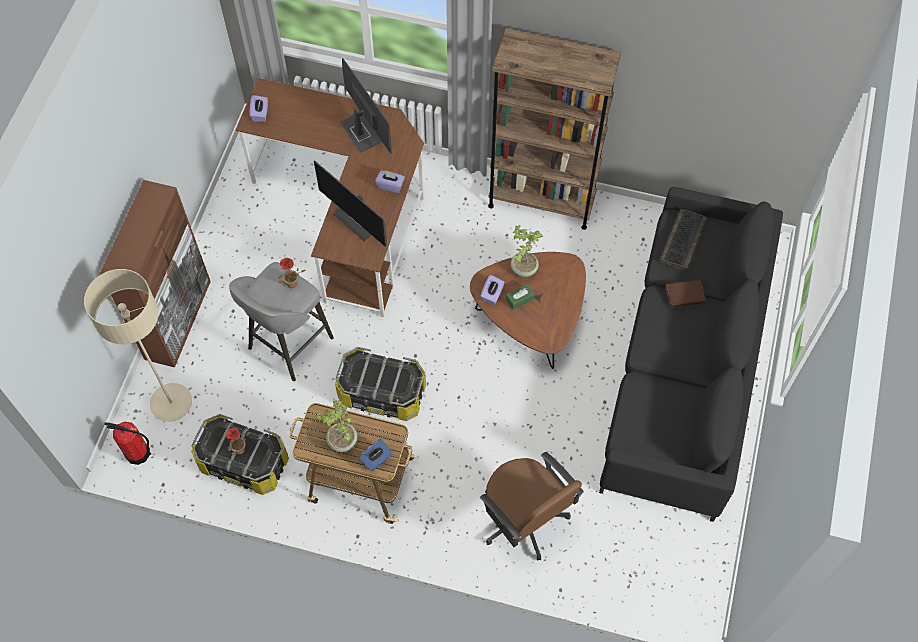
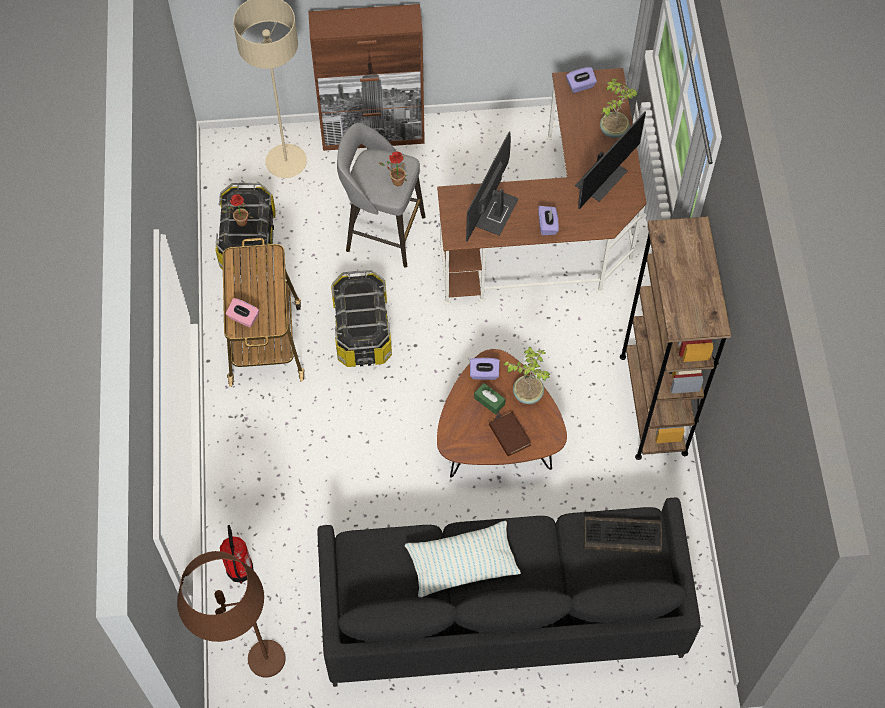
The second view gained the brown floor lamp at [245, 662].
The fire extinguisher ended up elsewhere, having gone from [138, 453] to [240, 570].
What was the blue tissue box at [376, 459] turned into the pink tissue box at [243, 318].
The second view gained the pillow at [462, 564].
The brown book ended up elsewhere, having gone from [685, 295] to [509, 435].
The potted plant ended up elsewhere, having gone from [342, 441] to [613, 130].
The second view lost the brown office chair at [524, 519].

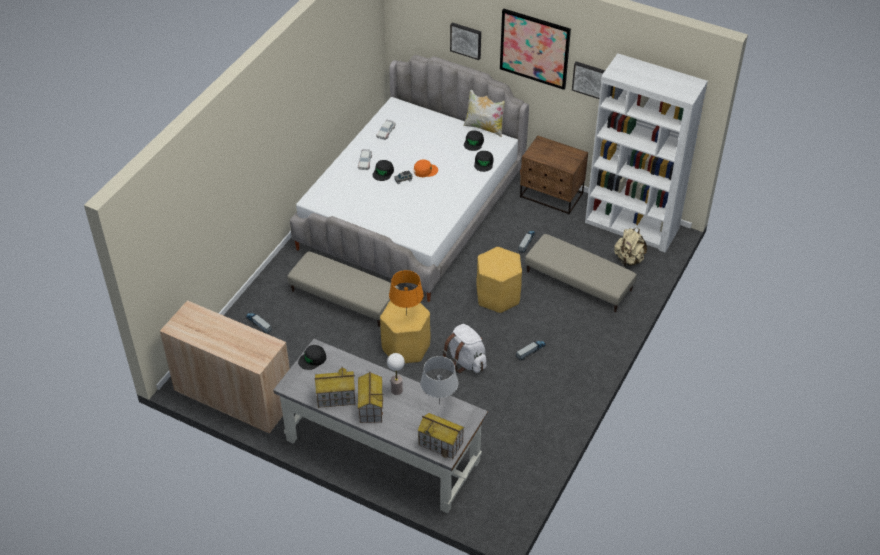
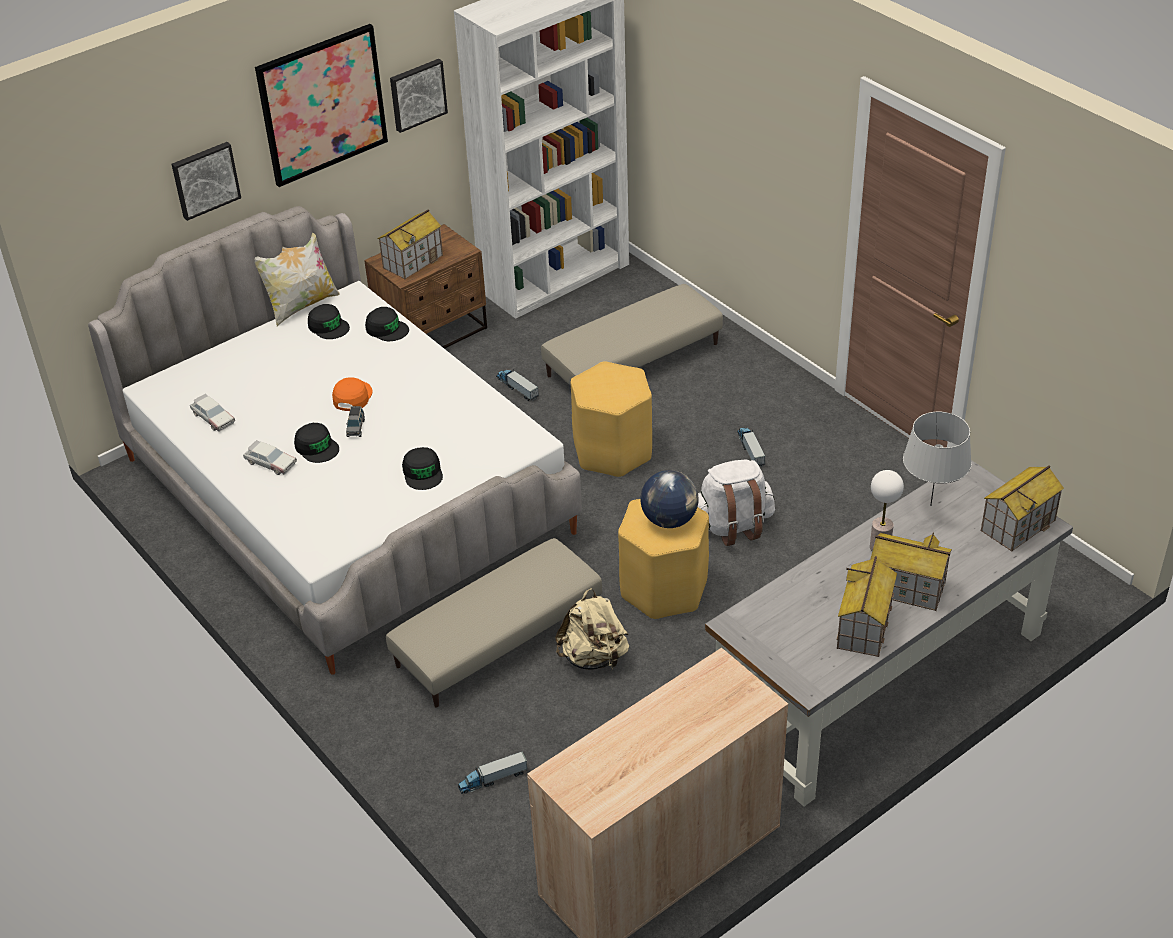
The second view gained the toy house at [413, 261].
The black cap ended up elsewhere, having gone from [312, 359] to [423, 473].
The beige backpack ended up elsewhere, having gone from [628, 260] to [594, 657].
Where the orange table lamp stood at [407, 315], the globe came to stand at [669, 520].

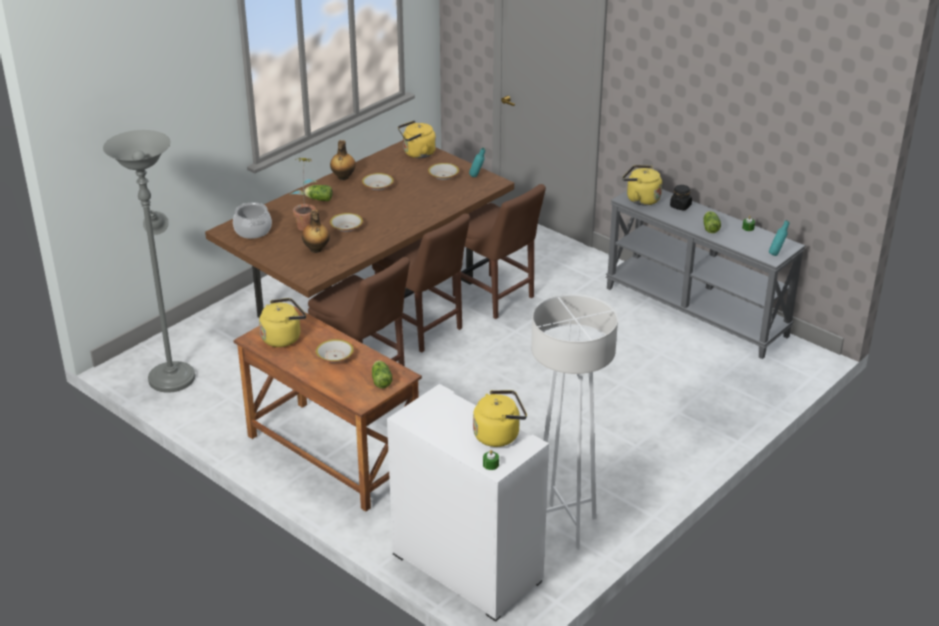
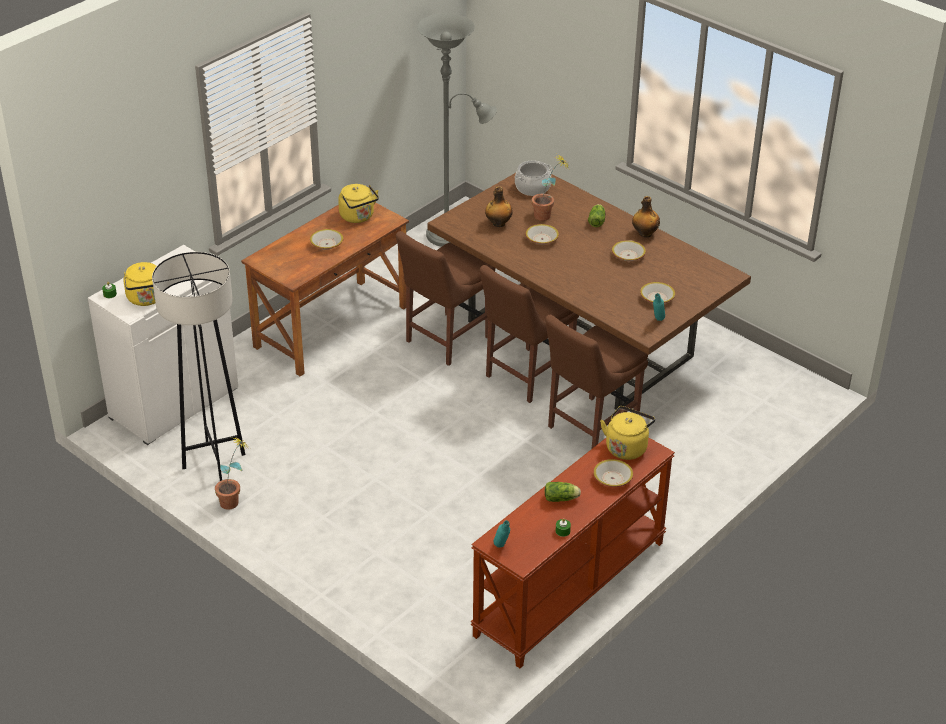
What was the white floor lamp at [564, 526] turned into the black floor lamp at [214, 461].
The second view gained the potted plant at [234, 501].
What was the grey console table at [696, 311] turned into the brown console table at [571, 589].
Where the black jar stood at [680, 206], the bowl came to stand at [612, 478].
The second view lost the lettuce at [381, 380].
The second view lost the yellow kettle at [417, 153].

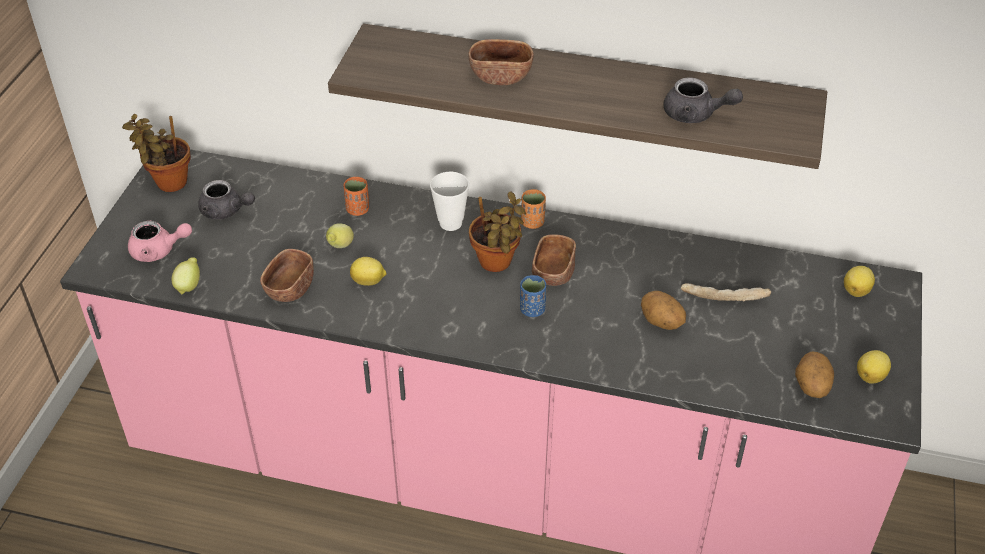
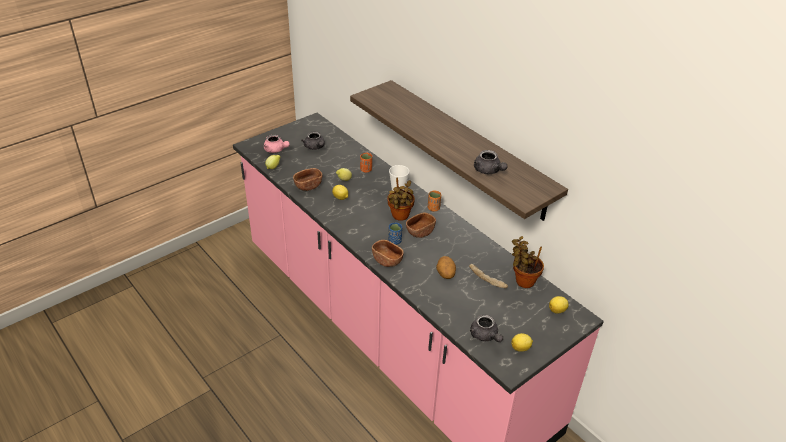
The brown bowl ended up elsewhere, having gone from [500, 76] to [387, 260].
Where the potato stood at [811, 387], the grey teapot came to stand at [485, 336].
The potted plant ended up elsewhere, having gone from [168, 182] to [523, 280].

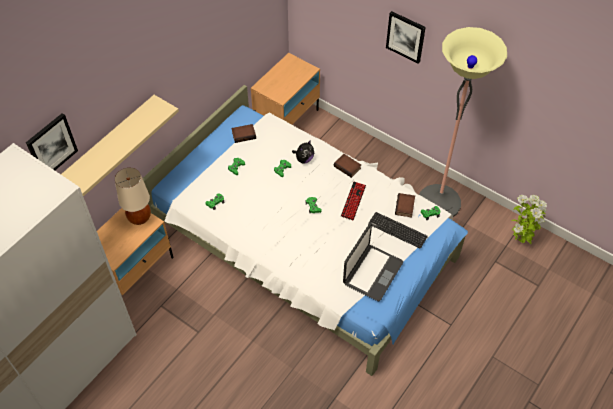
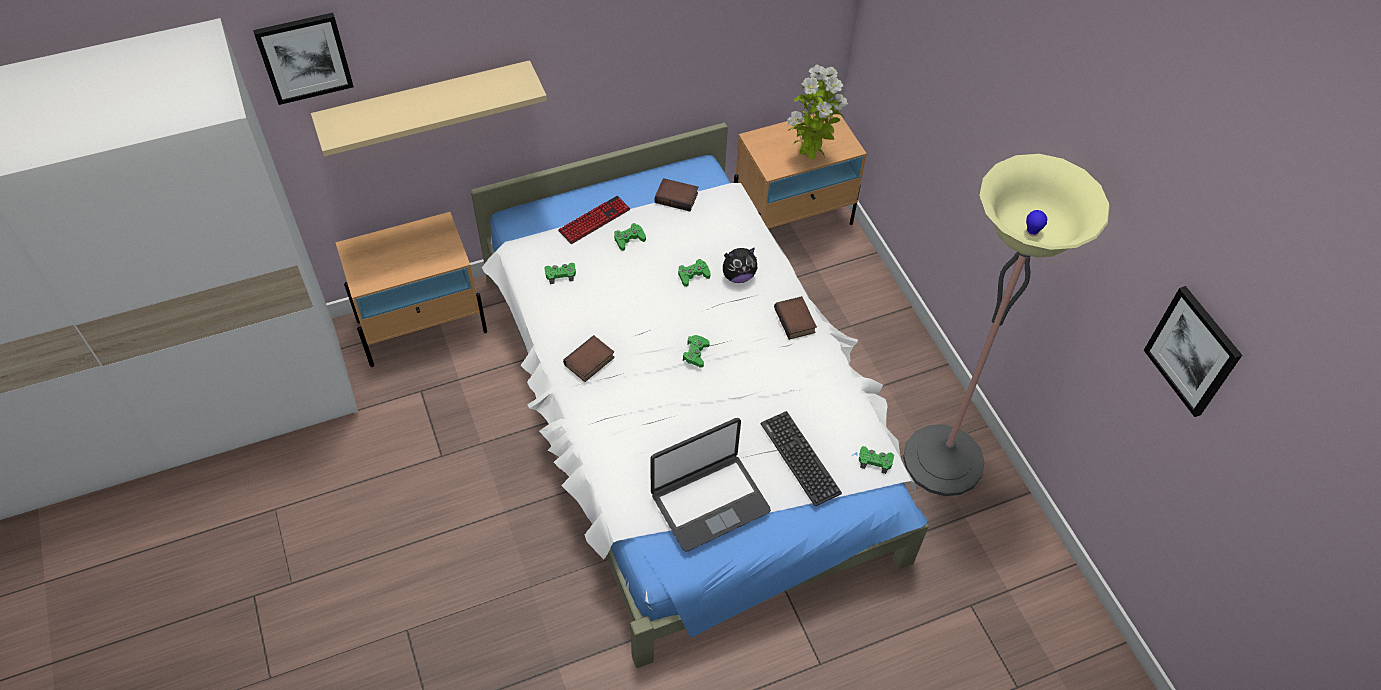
The keyboard ended up elsewhere, having gone from [353, 201] to [594, 221].
The book ended up elsewhere, having gone from [405, 207] to [589, 362].
The potted plant ended up elsewhere, having gone from [519, 240] to [809, 157].
The picture ended up elsewhere, having gone from [406, 36] to [1193, 351].
The second view lost the beige table lamp at [139, 218].

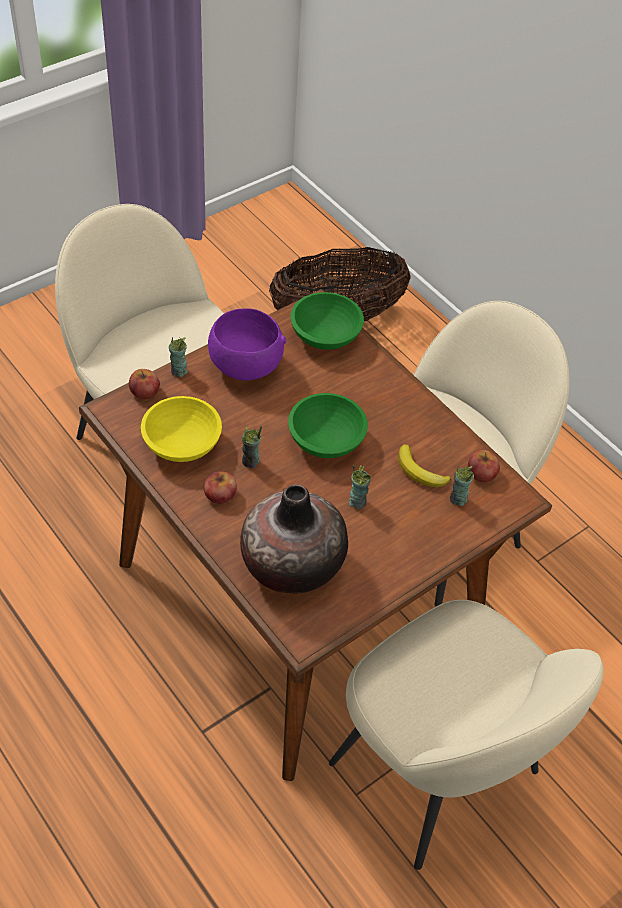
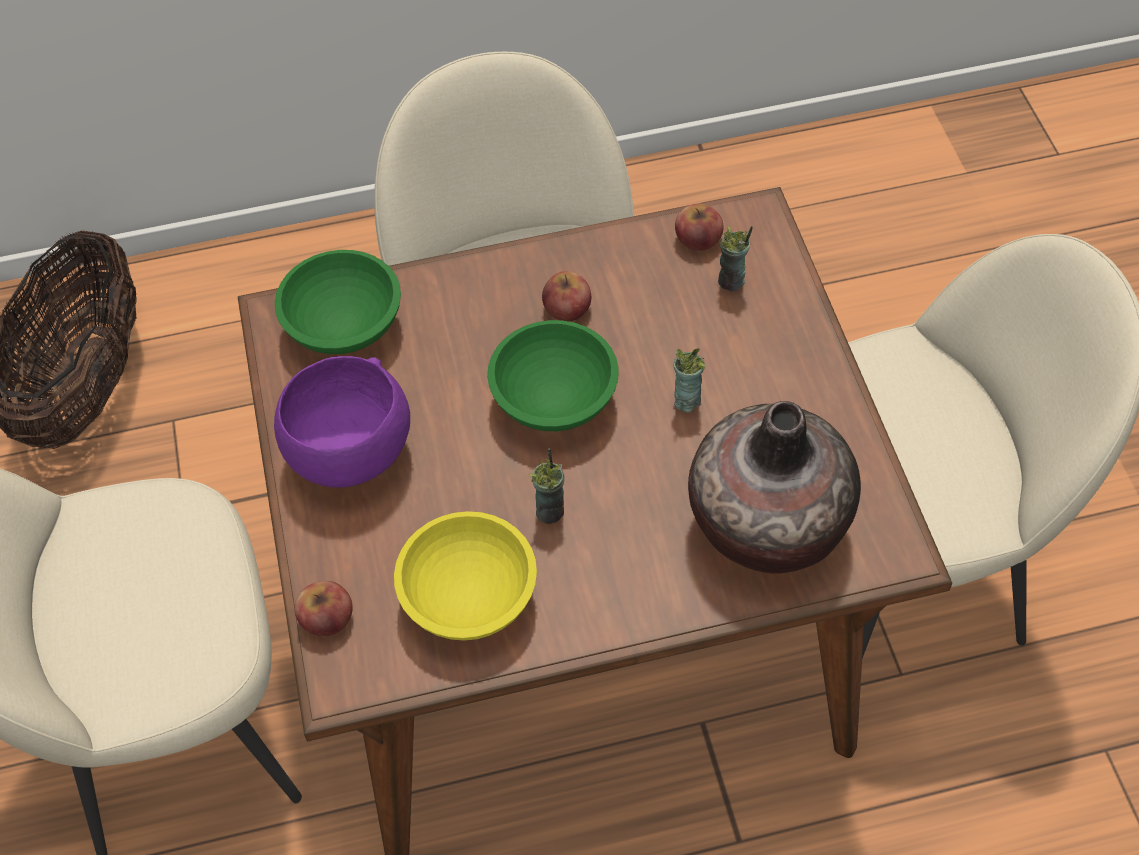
The apple ended up elsewhere, having gone from [220, 494] to [567, 307].
The second view lost the cup at [178, 371].
The second view lost the banana at [420, 471].

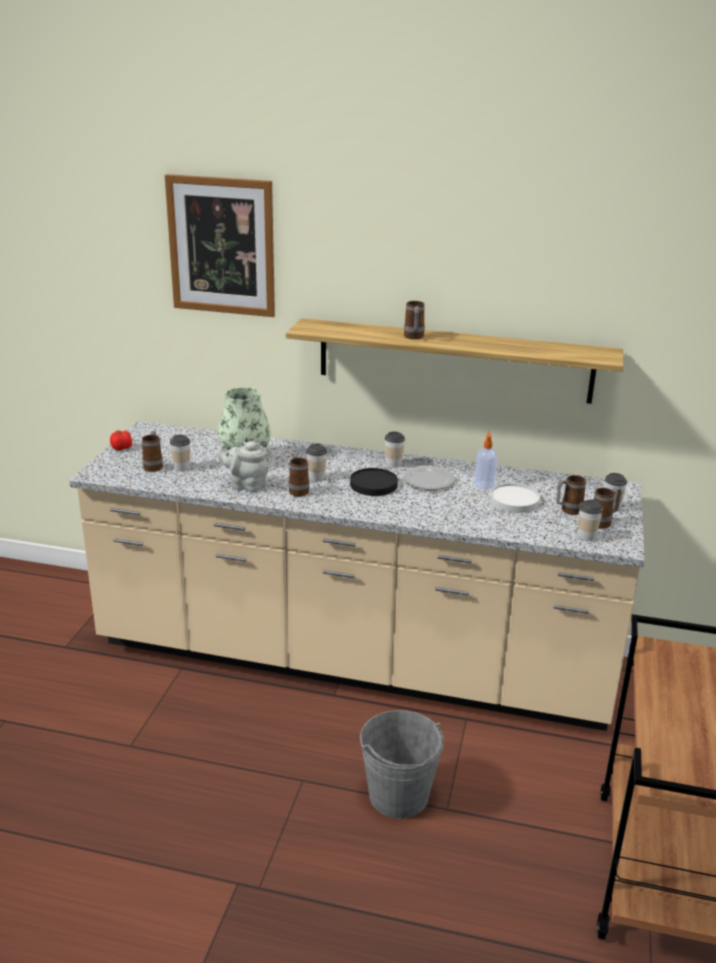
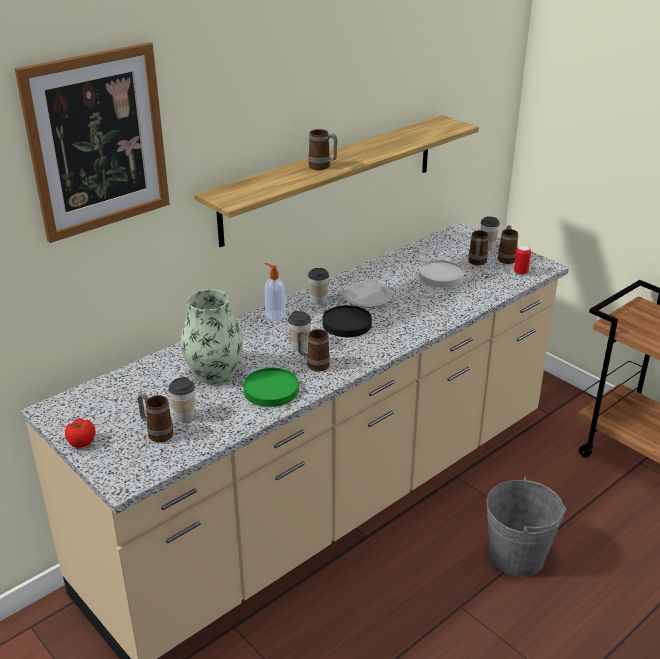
Where the grey teapot stood at [246, 485], the green plate came to stand at [271, 390].
The soap dispenser ended up elsewhere, having gone from [484, 485] to [275, 315].
Where the cup stood at [586, 536], the can came to stand at [520, 272].

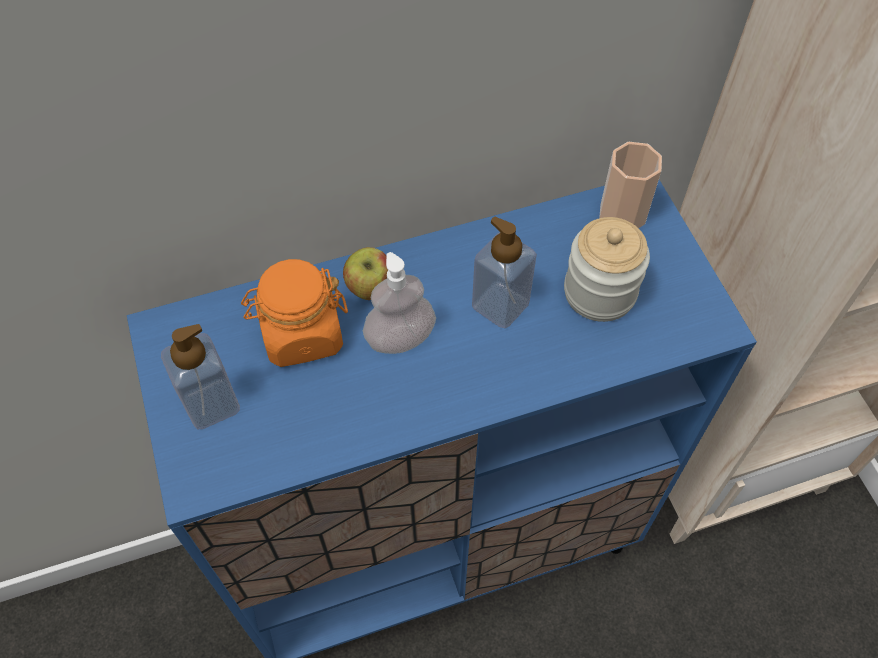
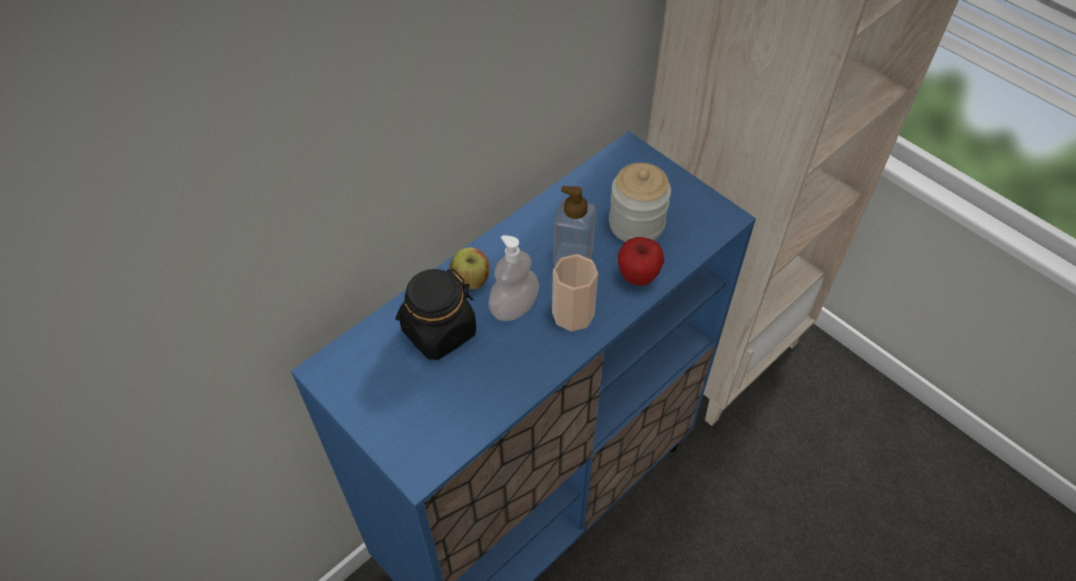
What was the orange jar at [301, 334] turned into the black jar at [439, 332].
The cup ended up elsewhere, having gone from [622, 214] to [573, 314].
The second view gained the apple at [638, 277].
The second view lost the soap dispenser at [211, 404].

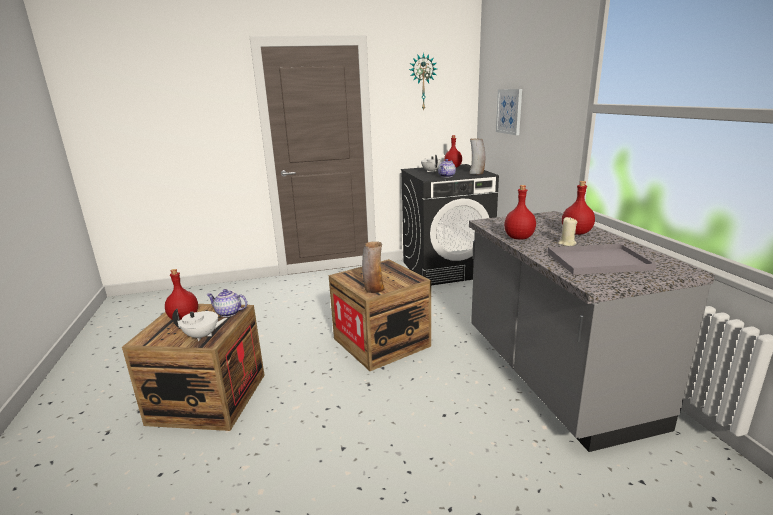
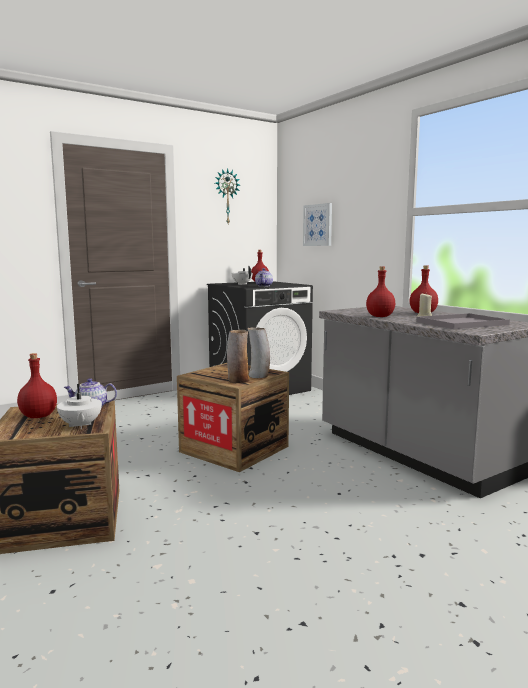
The white teapot at [202, 336] ended up facing another way, 90 degrees clockwise from before.
The vase ended up elsewhere, having gone from [476, 173] to [258, 376].

